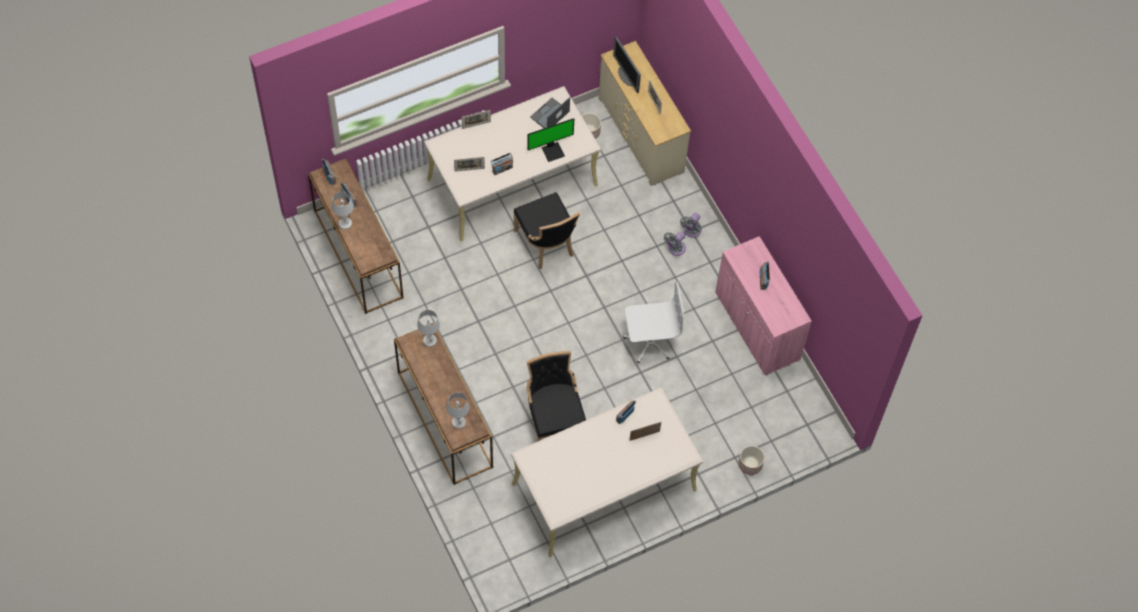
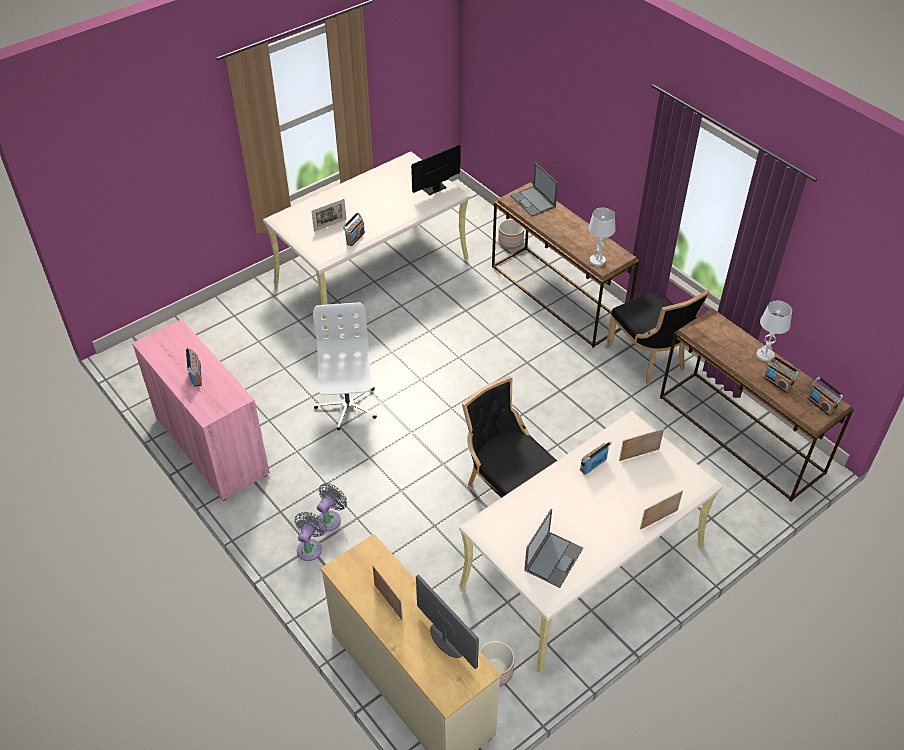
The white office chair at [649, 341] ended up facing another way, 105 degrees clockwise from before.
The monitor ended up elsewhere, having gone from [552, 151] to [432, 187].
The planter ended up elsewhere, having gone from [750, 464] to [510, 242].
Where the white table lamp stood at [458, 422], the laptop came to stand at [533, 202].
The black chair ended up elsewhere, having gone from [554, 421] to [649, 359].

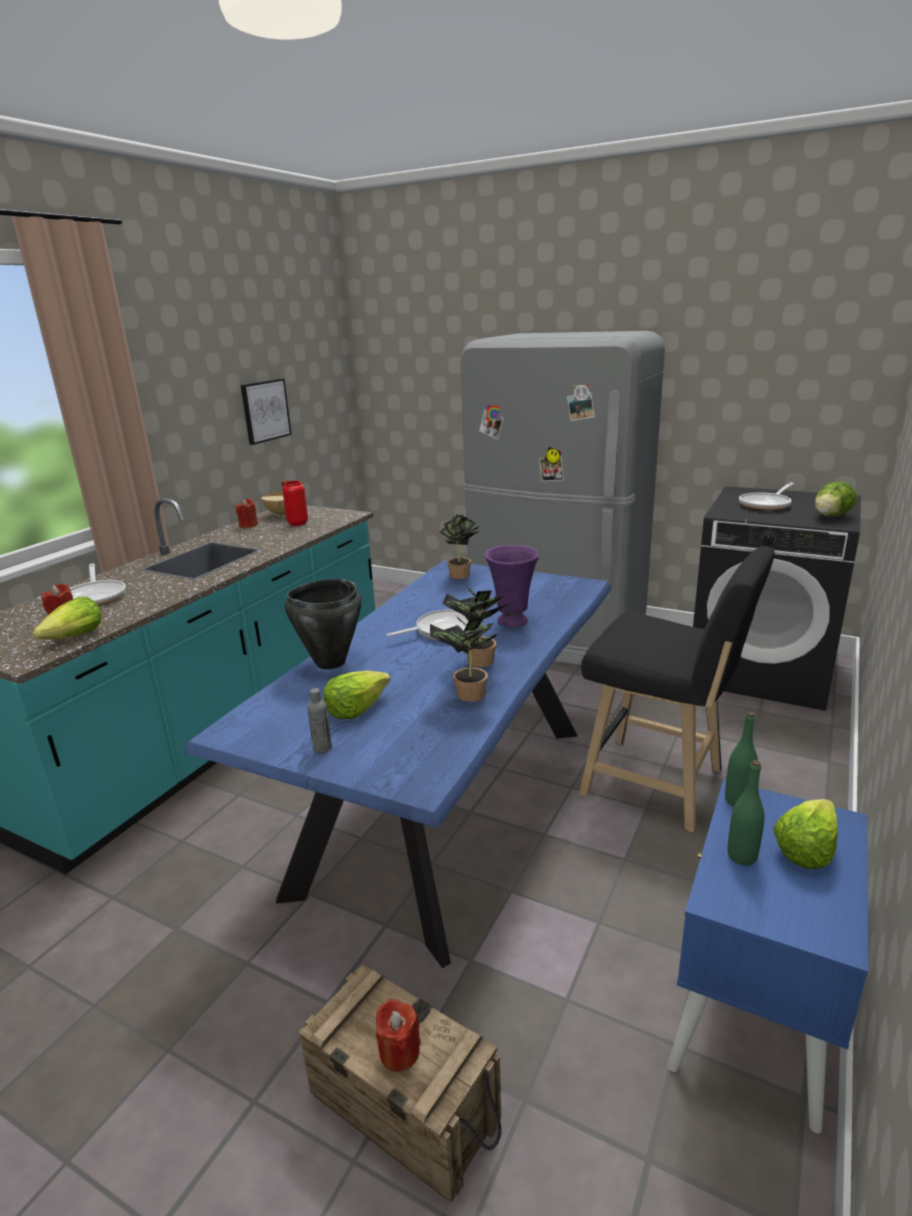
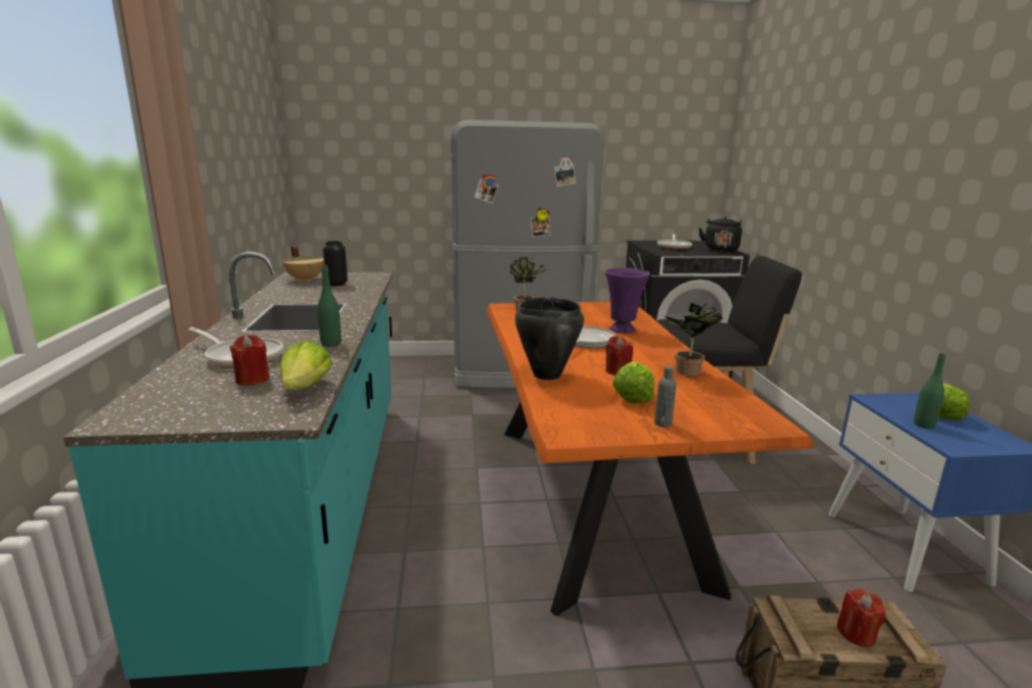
The green bottle ended up elsewhere, having gone from [738, 801] to [331, 344].
What was the red vase at [298, 523] turned into the black vase at [336, 284].
What was the blue dining table at [448, 805] turned into the orange dining table at [592, 498].
The red candle ended up elsewhere, having gone from [248, 525] to [617, 371].
Where the lettuce stood at [830, 517], the black kettle came to stand at [720, 250].
The second view lost the picture at [265, 411].
The second view lost the potted plant at [476, 661].

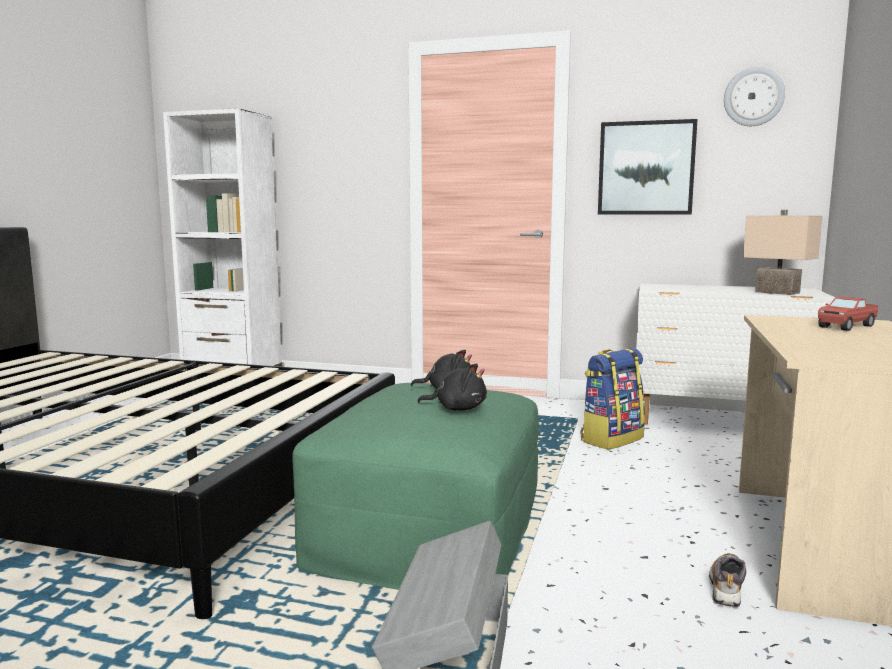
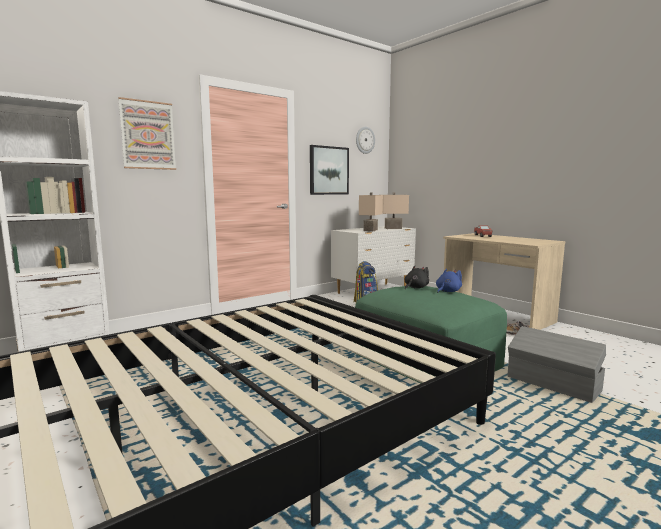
The second view gained the picture at [148, 135].
The second view gained the beige table lamp at [371, 230].
What was the black plush toy at [457, 409] turned into the blue plush toy at [447, 291].

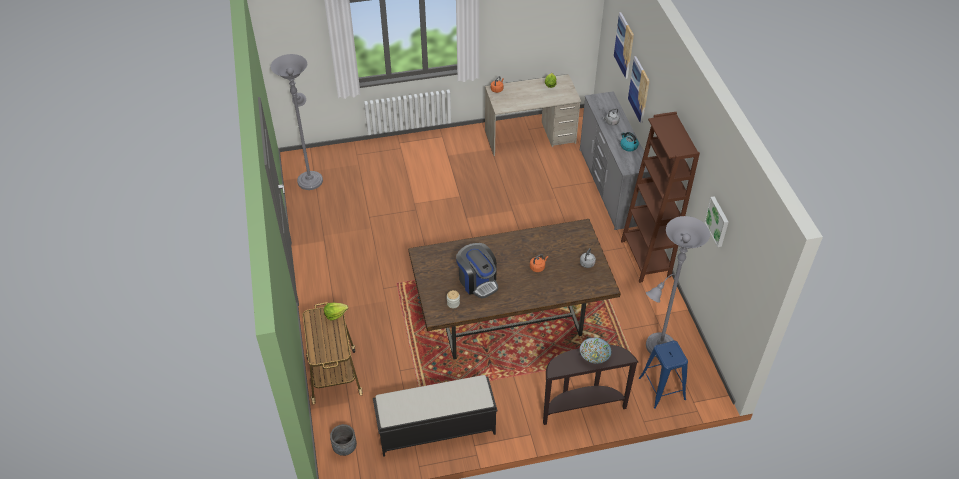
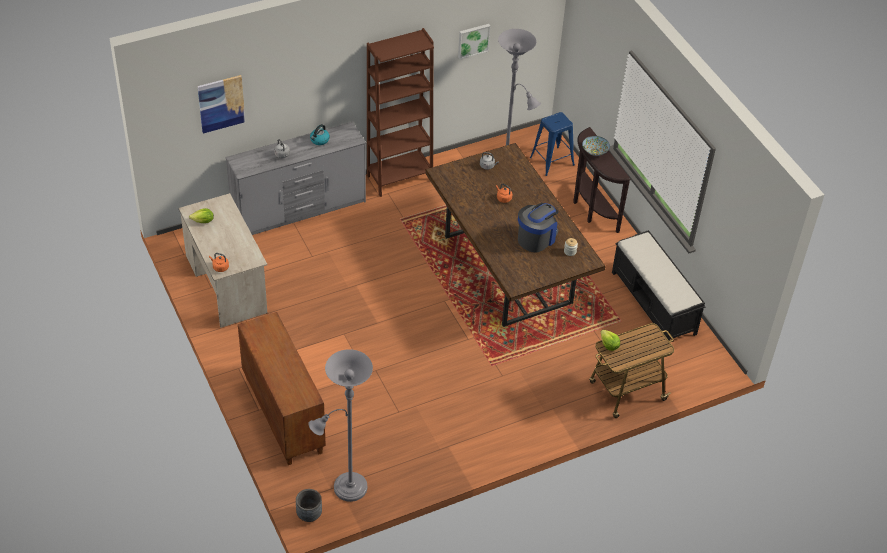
The second view gained the brown cabinet at [282, 414].
The grey planter ended up elsewhere, having gone from [345, 448] to [309, 514].
The second view lost the picture at [639, 89].

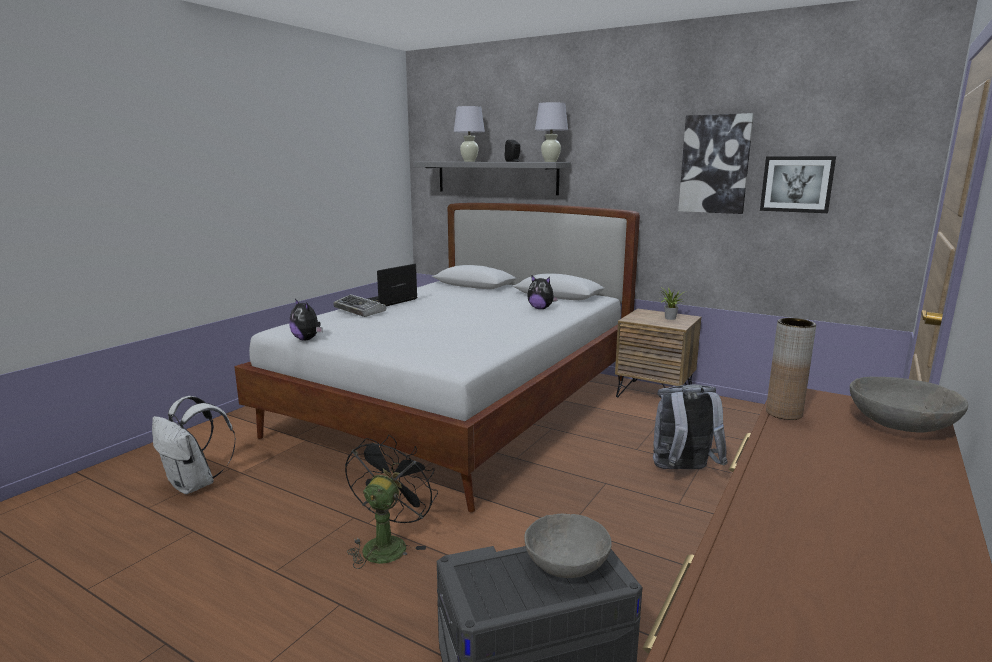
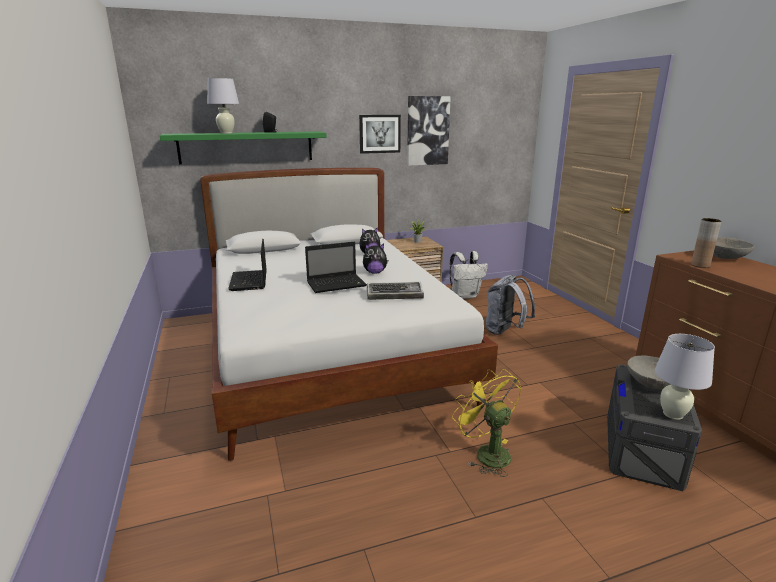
What was the grey shelf at [496, 177] turned into the green shelf at [246, 147].
The second view gained the laptop at [337, 284].
The picture ended up elsewhere, having gone from [796, 184] to [379, 134].
The plush toy ended up elsewhere, having gone from [307, 339] to [375, 272].
The keyboard ended up elsewhere, having gone from [360, 310] to [395, 295].
The white backpack ended up elsewhere, having gone from [195, 485] to [465, 295].
What was the black fan at [388, 544] turned into the yellow fan at [486, 452].
The white table lamp ended up elsewhere, having gone from [550, 161] to [672, 414].

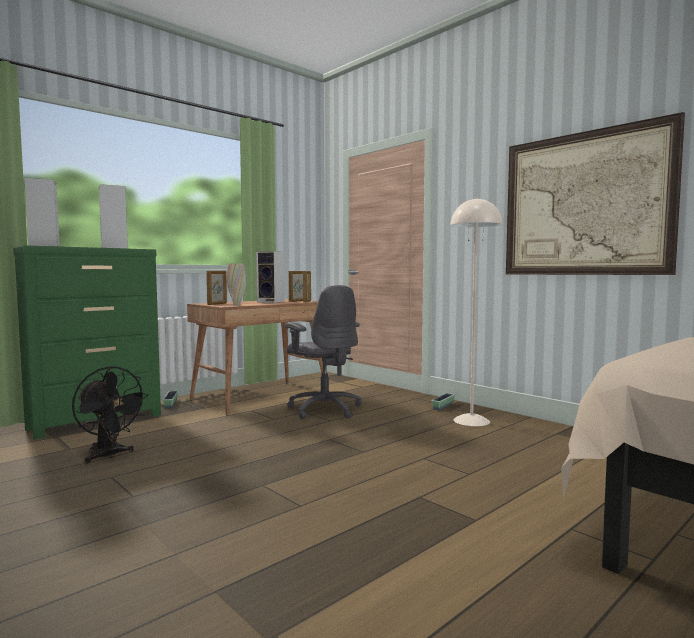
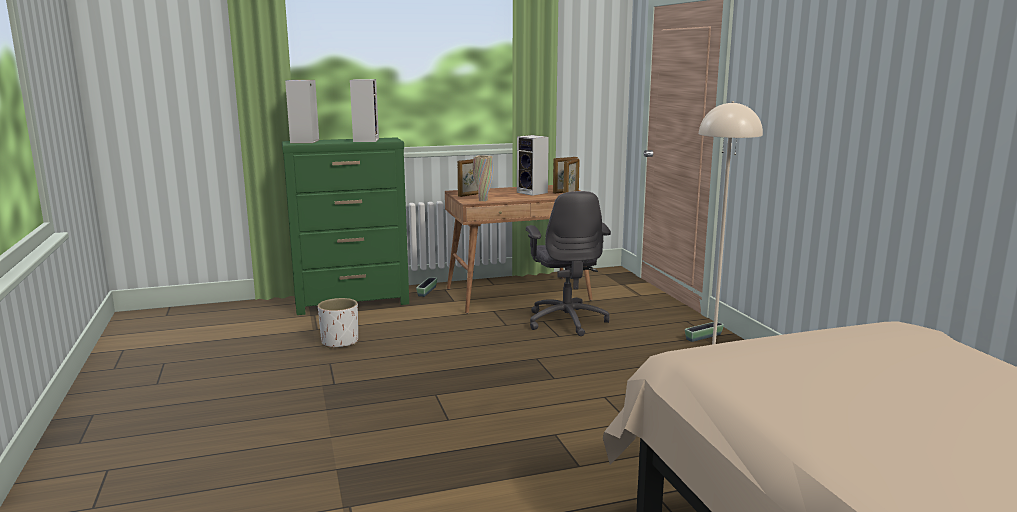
Where the black fan stood at [108, 456], the white planter came to stand at [340, 342].
The second view lost the picture at [584, 204].

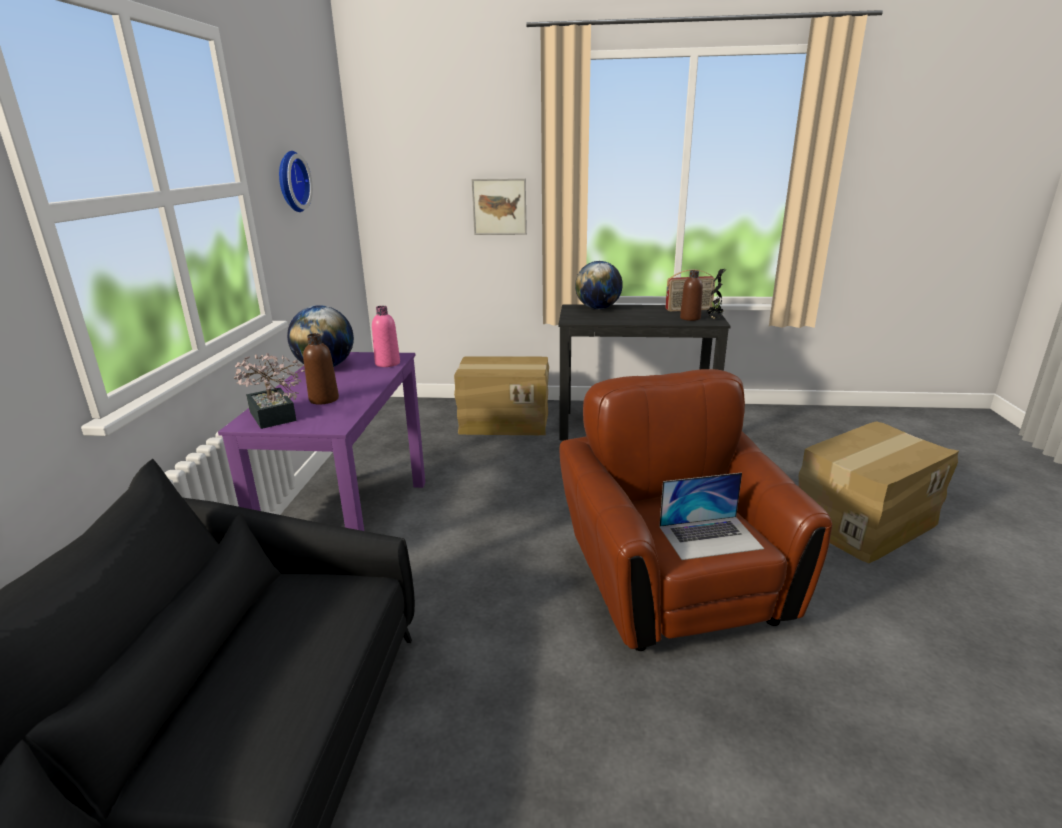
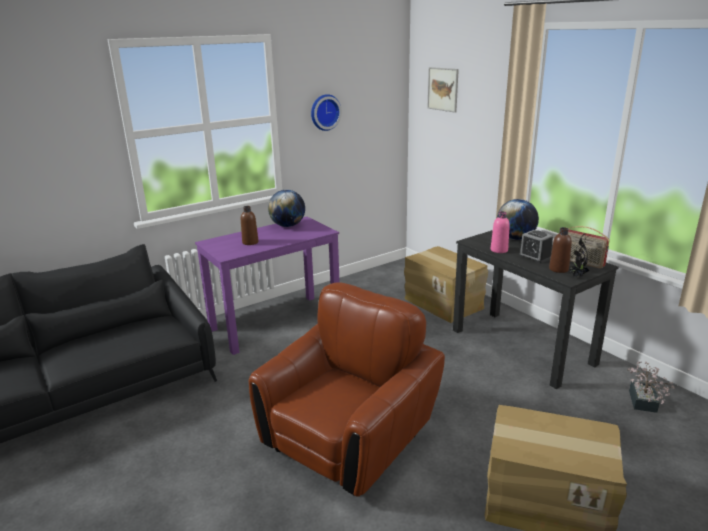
The picture ended up elsewhere, having gone from [499, 207] to [443, 89].
The pink bottle ended up elsewhere, having gone from [387, 363] to [499, 250].
The second view gained the alarm clock at [534, 257].
The potted plant ended up elsewhere, having gone from [273, 418] to [642, 403].
The second view lost the laptop at [710, 537].

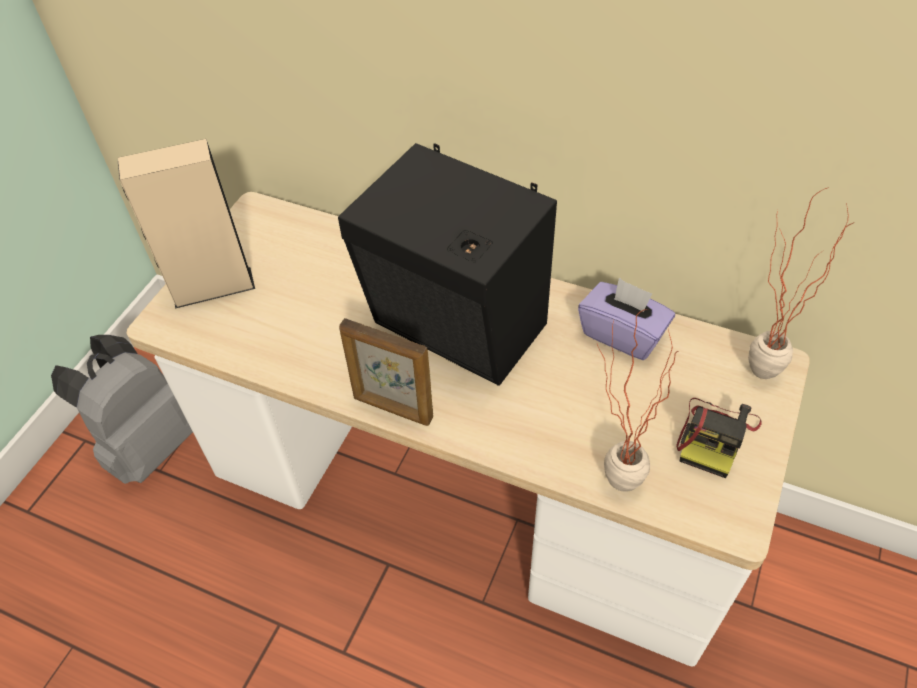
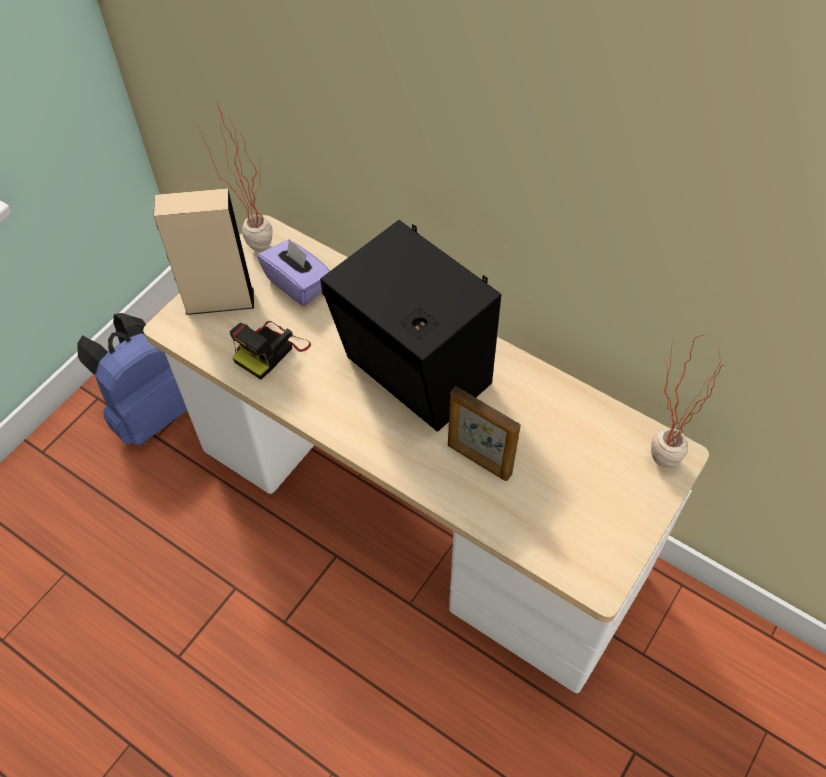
What was the grey backpack at [149, 444] turned into the blue backpack at [151, 412].
The potted plant ended up elsewhere, having gone from [608, 478] to [252, 244].
The photo camera ended up elsewhere, having gone from [715, 436] to [271, 350].
The purple tissue box ended up elsewhere, having gone from [622, 334] to [298, 284].
The picture frame ended up elsewhere, having gone from [392, 408] to [479, 460].

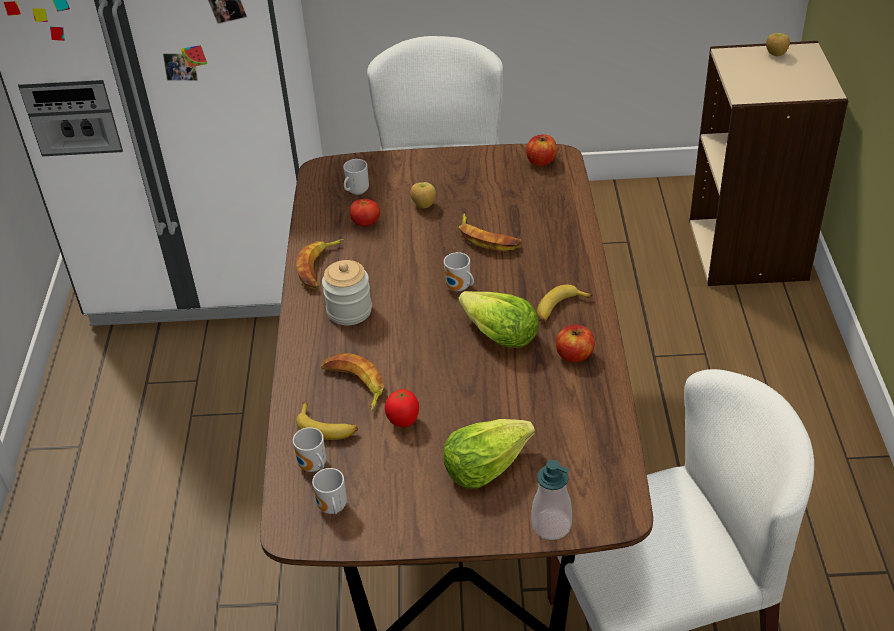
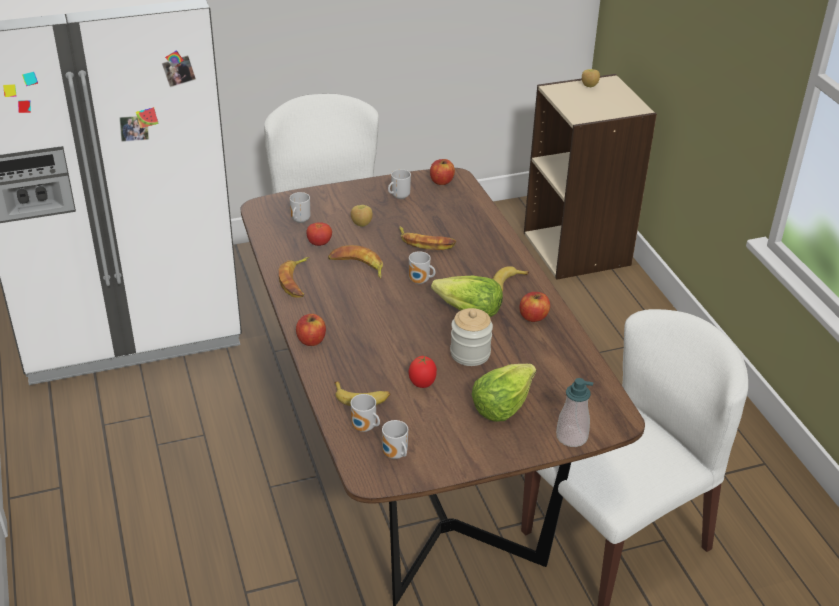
The second view gained the apple at [311, 340].
The banana ended up elsewhere, having gone from [354, 385] to [357, 266].
The second view gained the mug at [398, 196].
The jar ended up elsewhere, having gone from [349, 311] to [470, 354].

